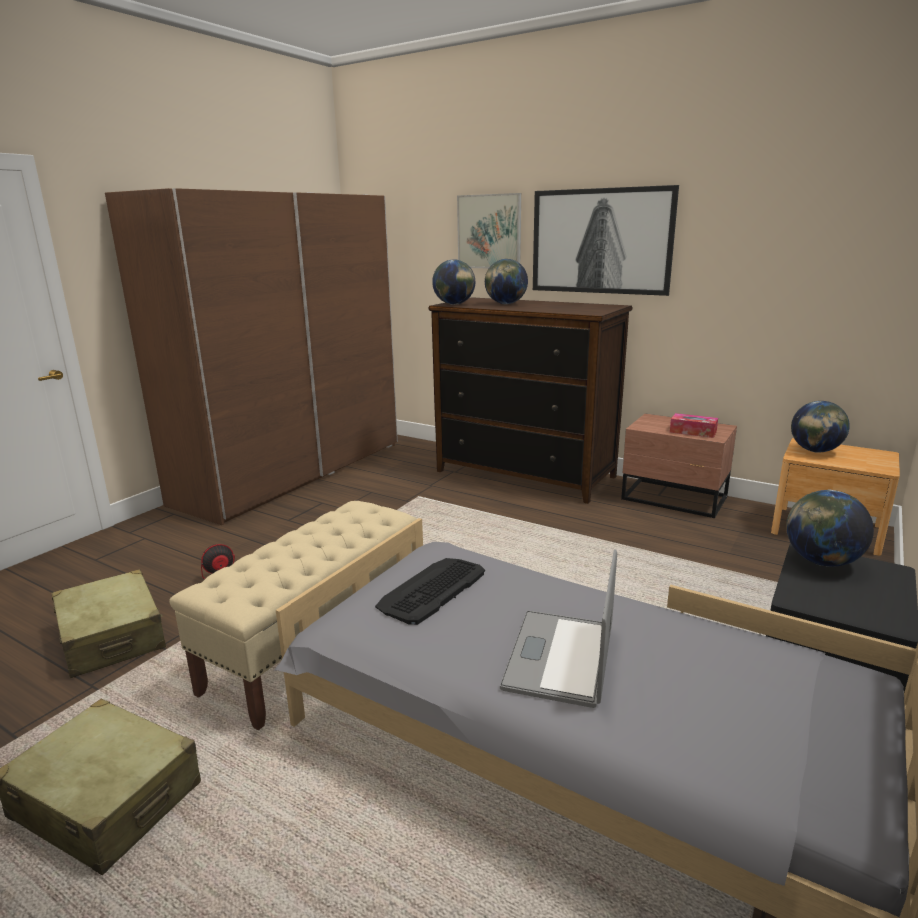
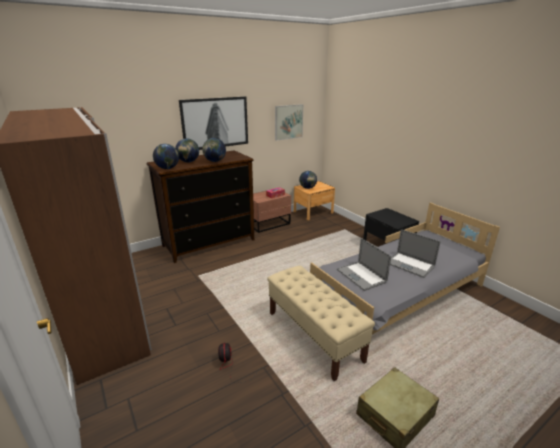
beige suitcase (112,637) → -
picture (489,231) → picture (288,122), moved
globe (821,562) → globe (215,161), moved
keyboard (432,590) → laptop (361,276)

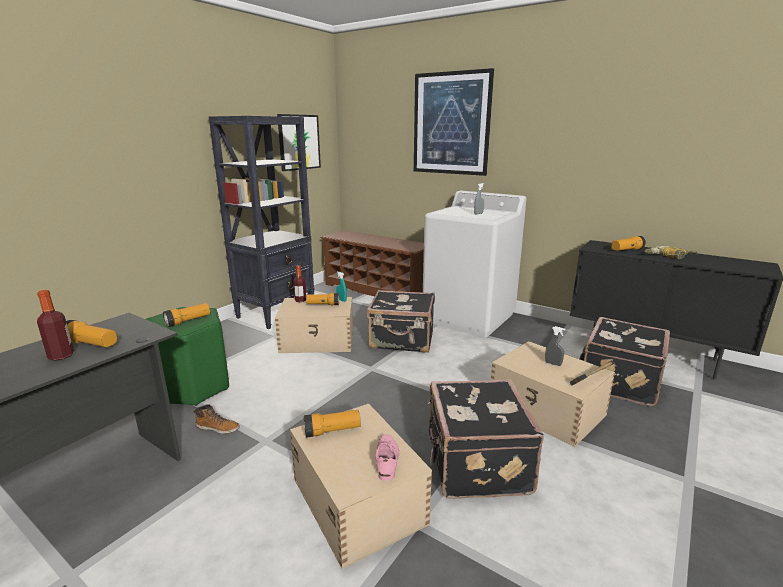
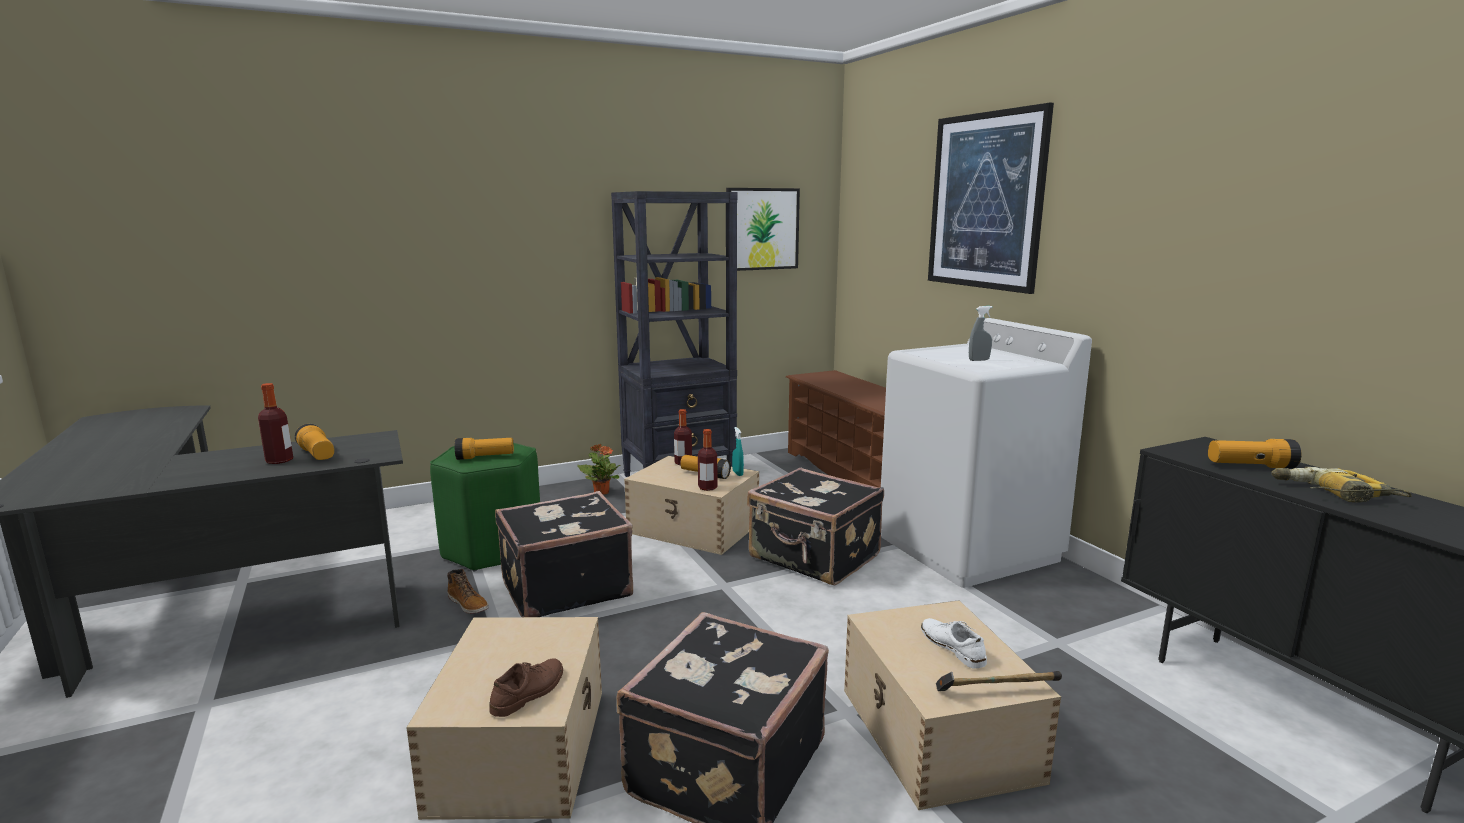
flashlight (332,431) → -
- → potted plant (601,492)
- → bottle (707,487)
black suitcase (618,381) → black suitcase (564,587), moved
grey spray bottle (553,364) → white shoe (952,647)
pink shoe (387,459) → brown shoe (528,692)

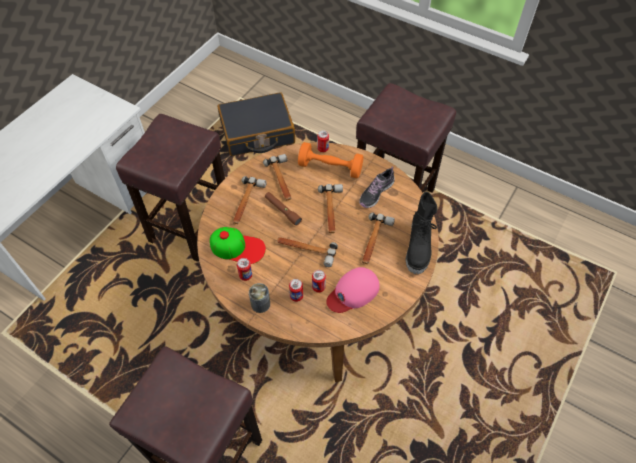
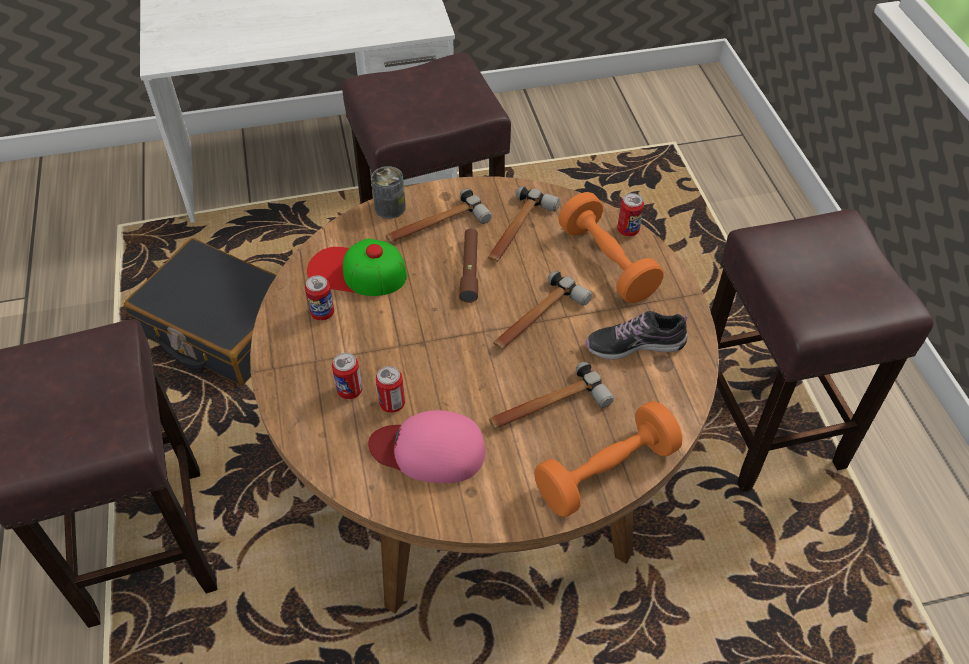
hammer (305,250) → -
black suitcase (257,133) → black suitcase (221,326), moved
can (260,304) → can (390,208), moved
black boot (419,247) → orange dumbbell (606,472)
cap (237,247) → cap (357,272), 135 degrees clockwise

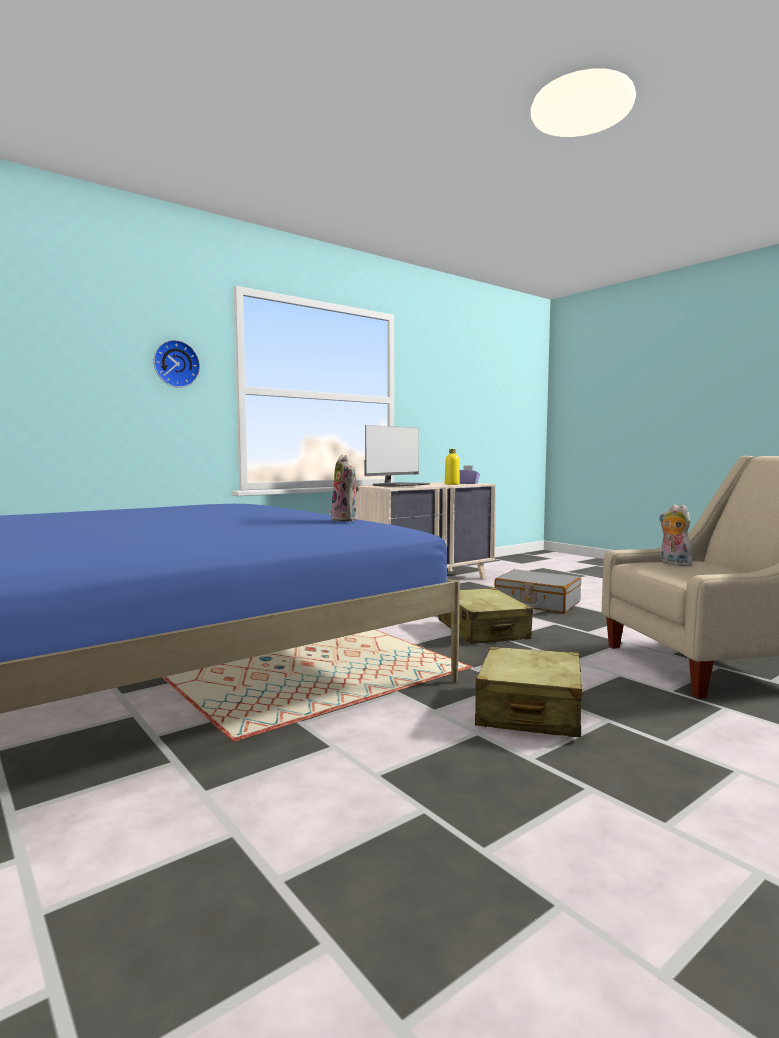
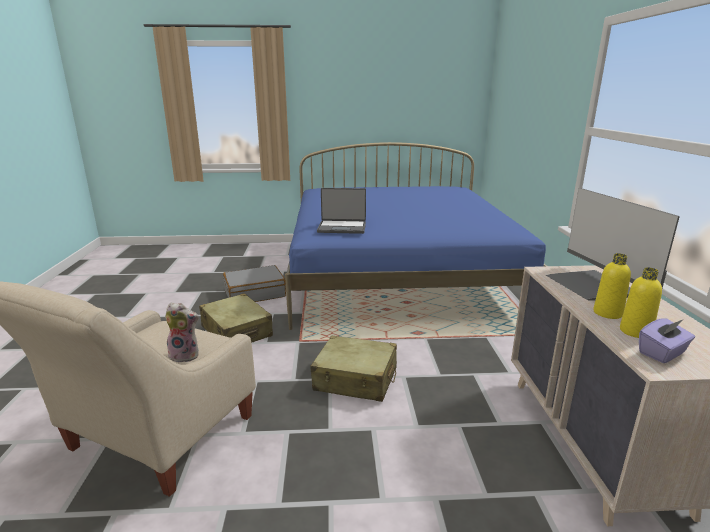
wall clock (175,364) → -
- → yellow bottle (607,313)
grey suitcase (537,603) → grey suitcase (255,293), moved
plush toy (346,520) → laptop (342,228)

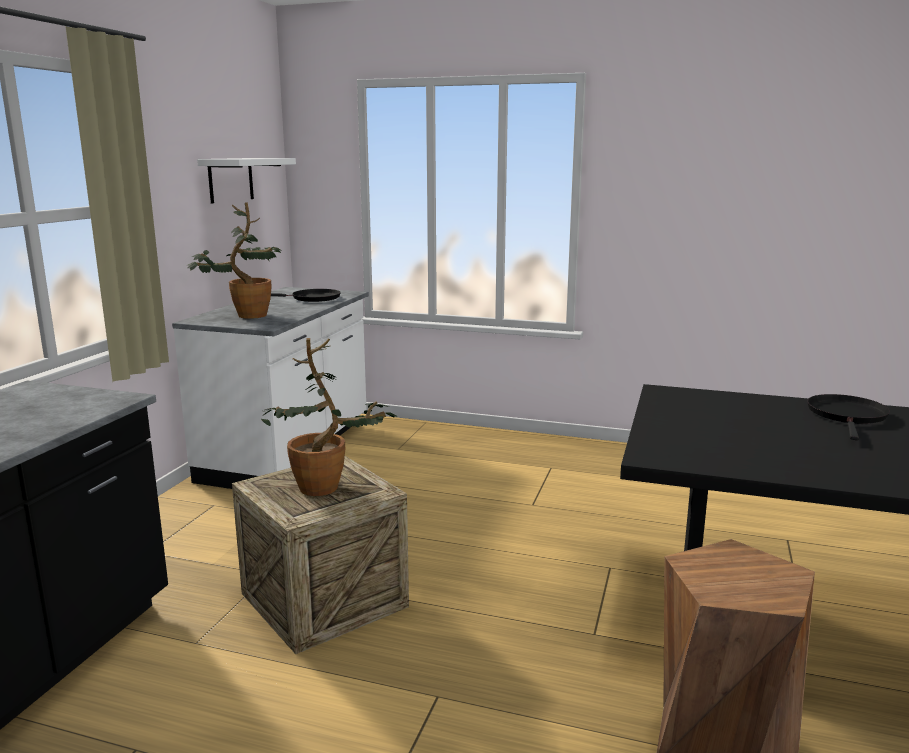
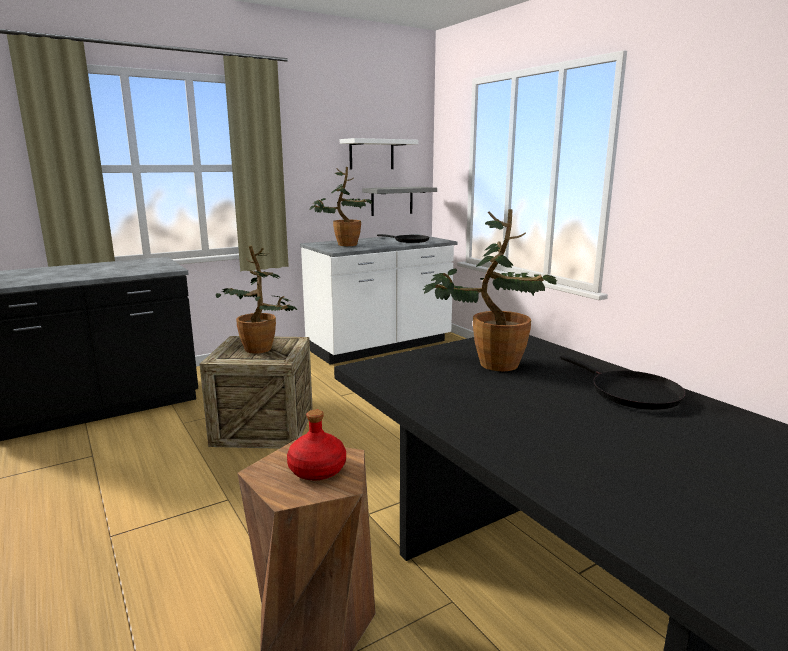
- → red bottle (316,470)
- → grey shelf (392,201)
- → potted plant (489,362)
black frying pan (847,416) → black frying pan (630,393), 90 degrees clockwise

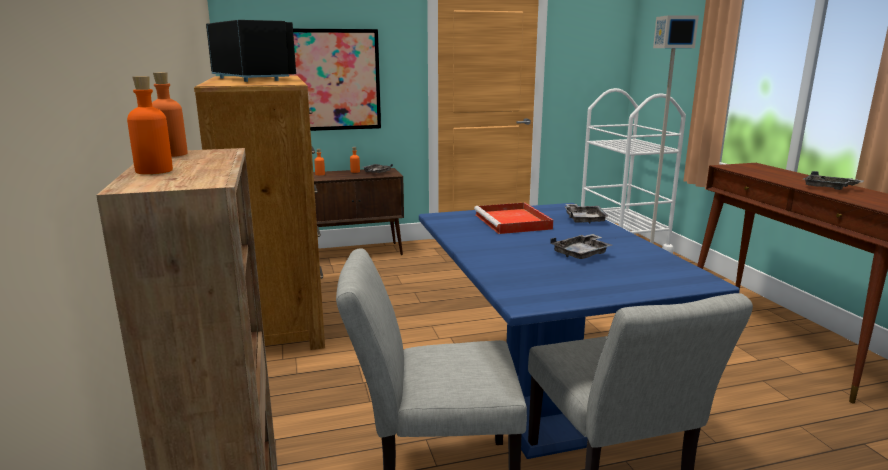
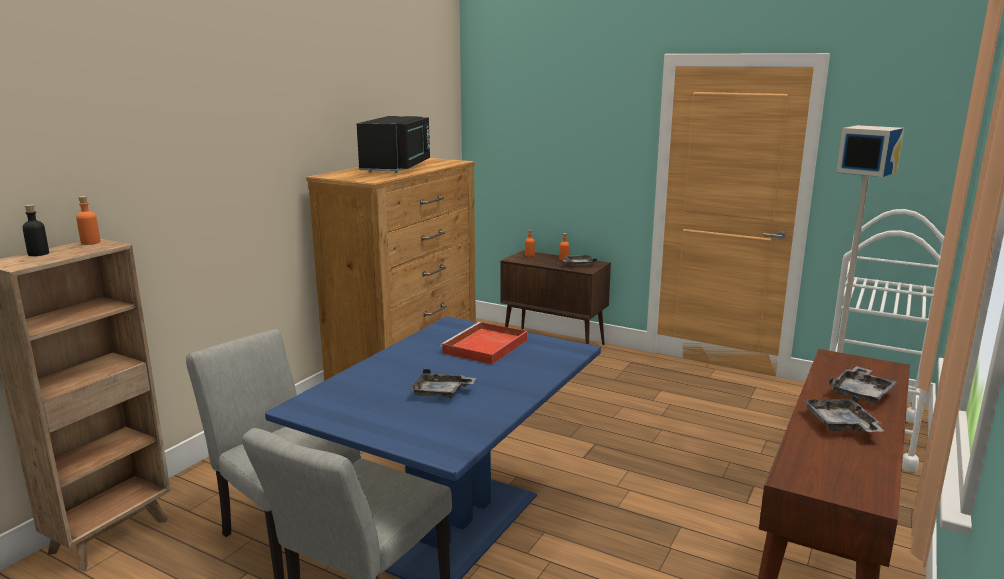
picture (330,80) → -
grey tray (584,219) → grey tray (861,393), moved
orange bottle (154,171) → black bottle (38,254)

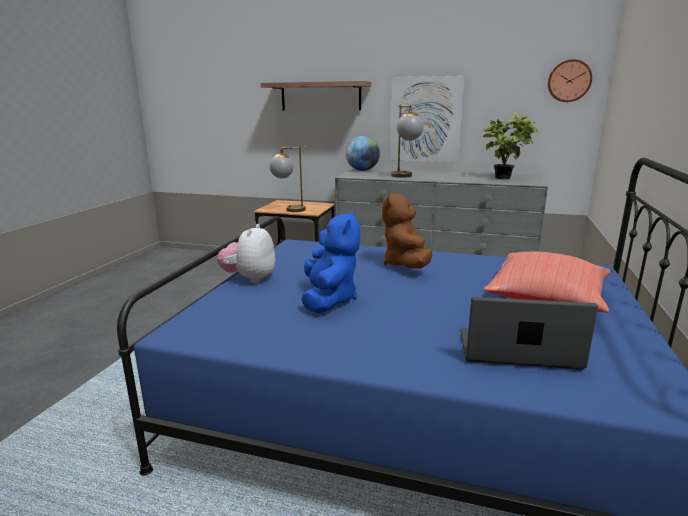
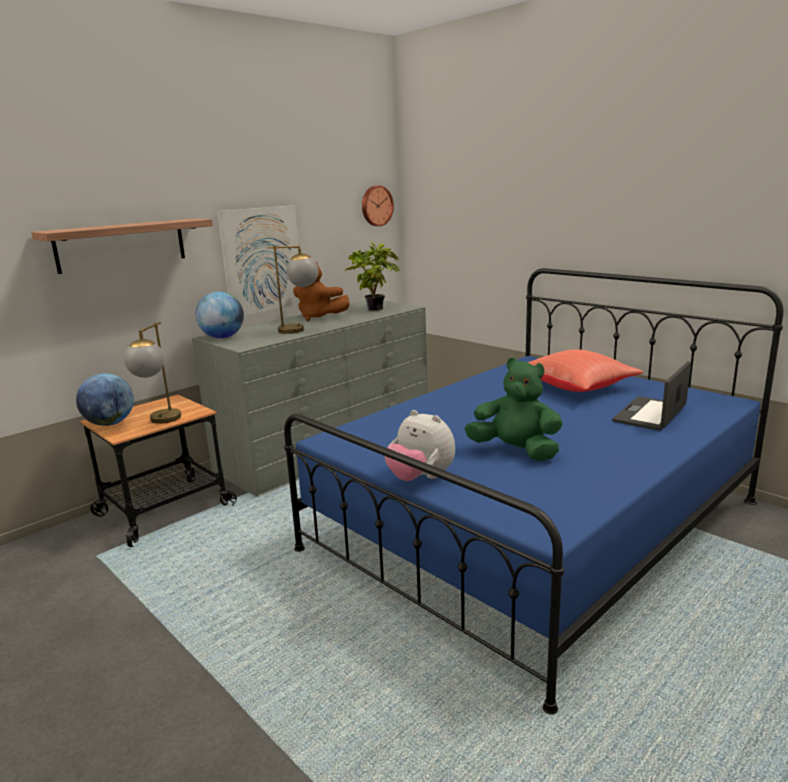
- → globe (110,423)
brown plush toy (406,265) → brown plush toy (318,317), moved
blue plush toy (329,299) → green plush toy (516,451)

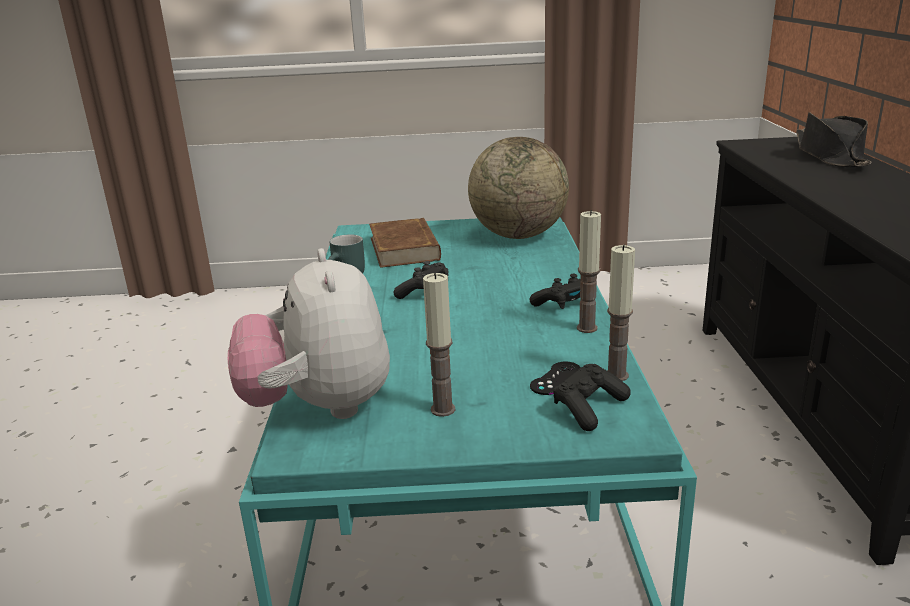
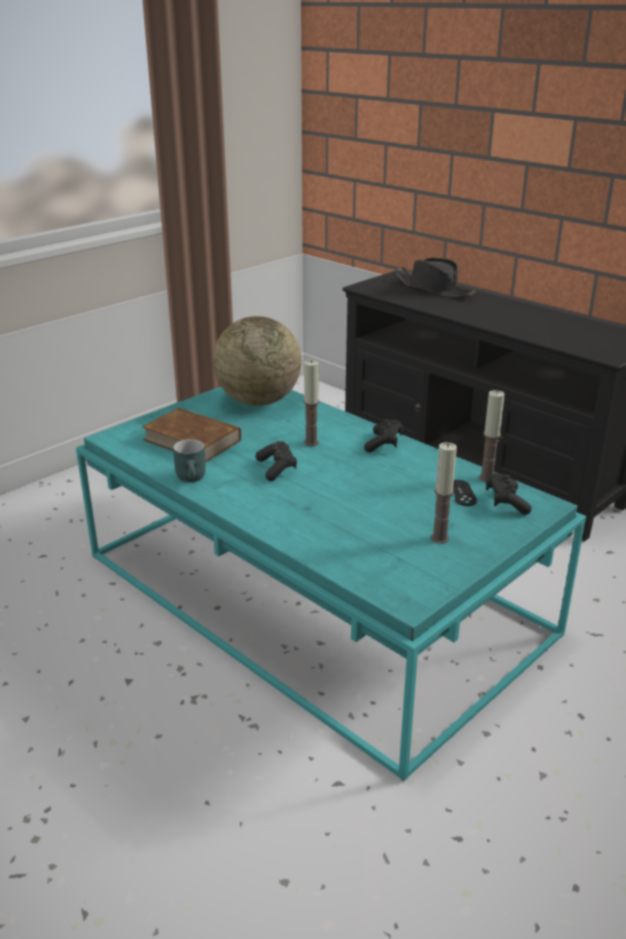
plush toy (320,407) → -
candle (587,328) → candle (311,442), moved

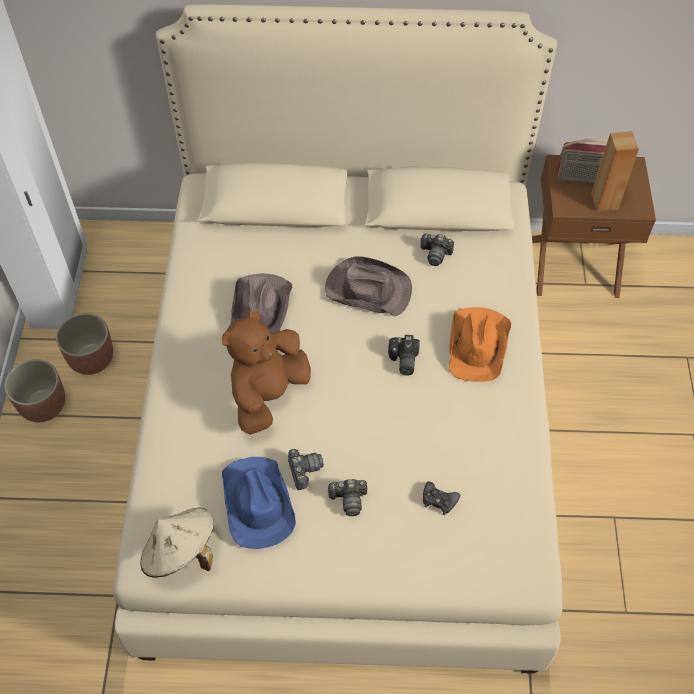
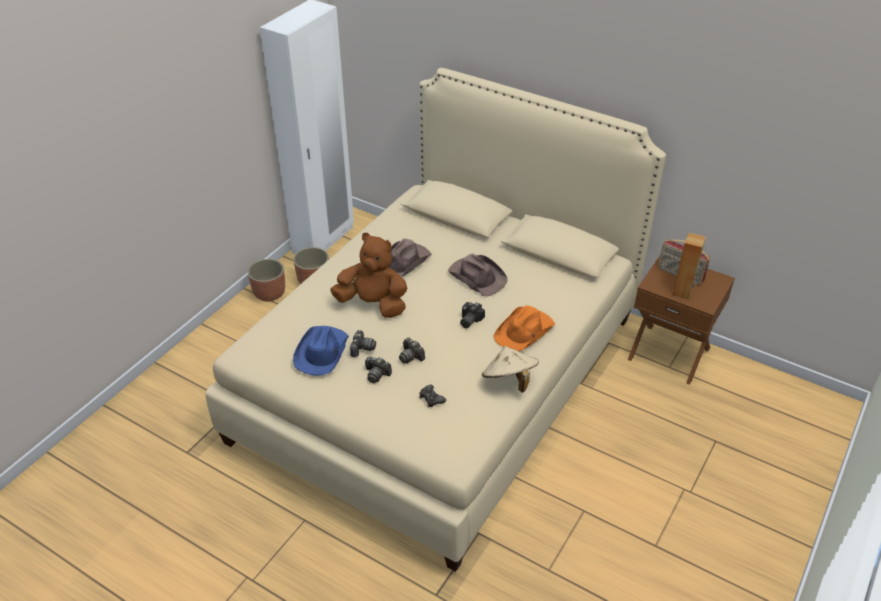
beige hat (181,553) → beige hat (509,381), moved
photo camera (435,254) → photo camera (411,356), moved
brown plush toy (268,394) → brown plush toy (373,304), 45 degrees clockwise

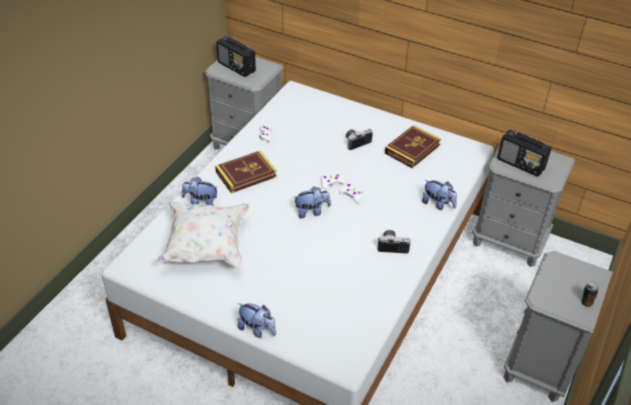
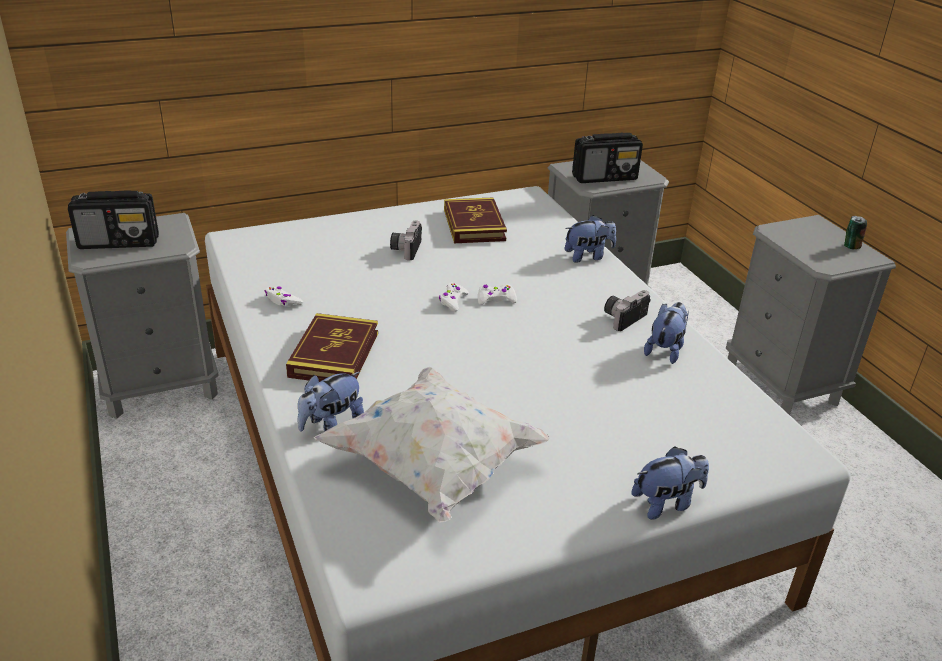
plush toy (311,211) → plush toy (665,350), moved

